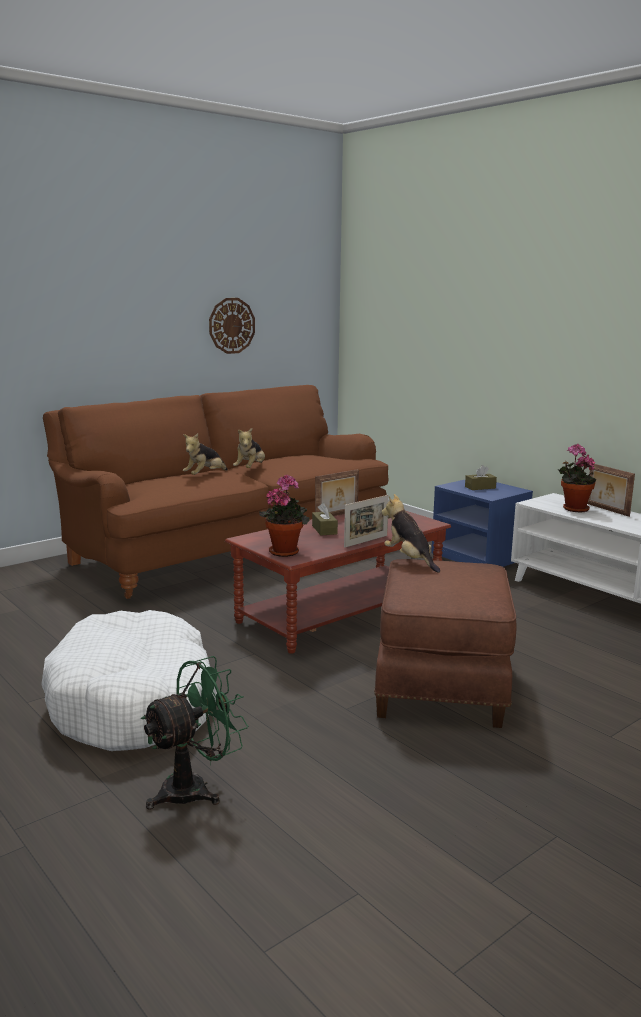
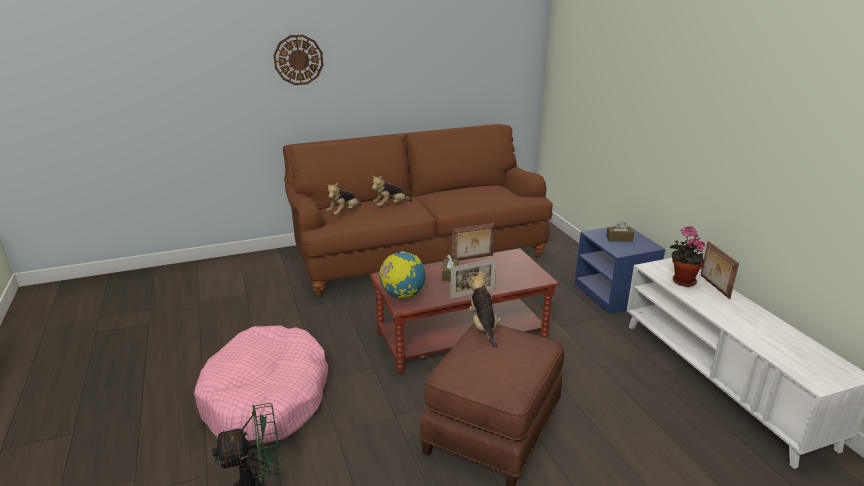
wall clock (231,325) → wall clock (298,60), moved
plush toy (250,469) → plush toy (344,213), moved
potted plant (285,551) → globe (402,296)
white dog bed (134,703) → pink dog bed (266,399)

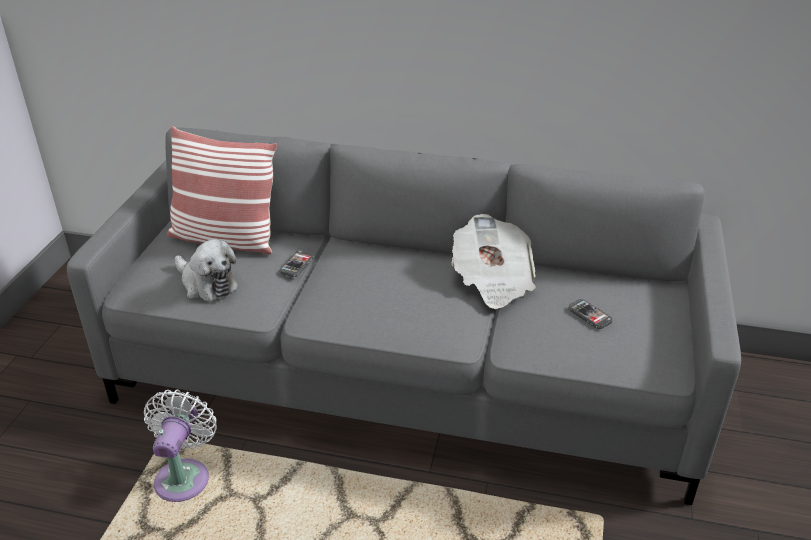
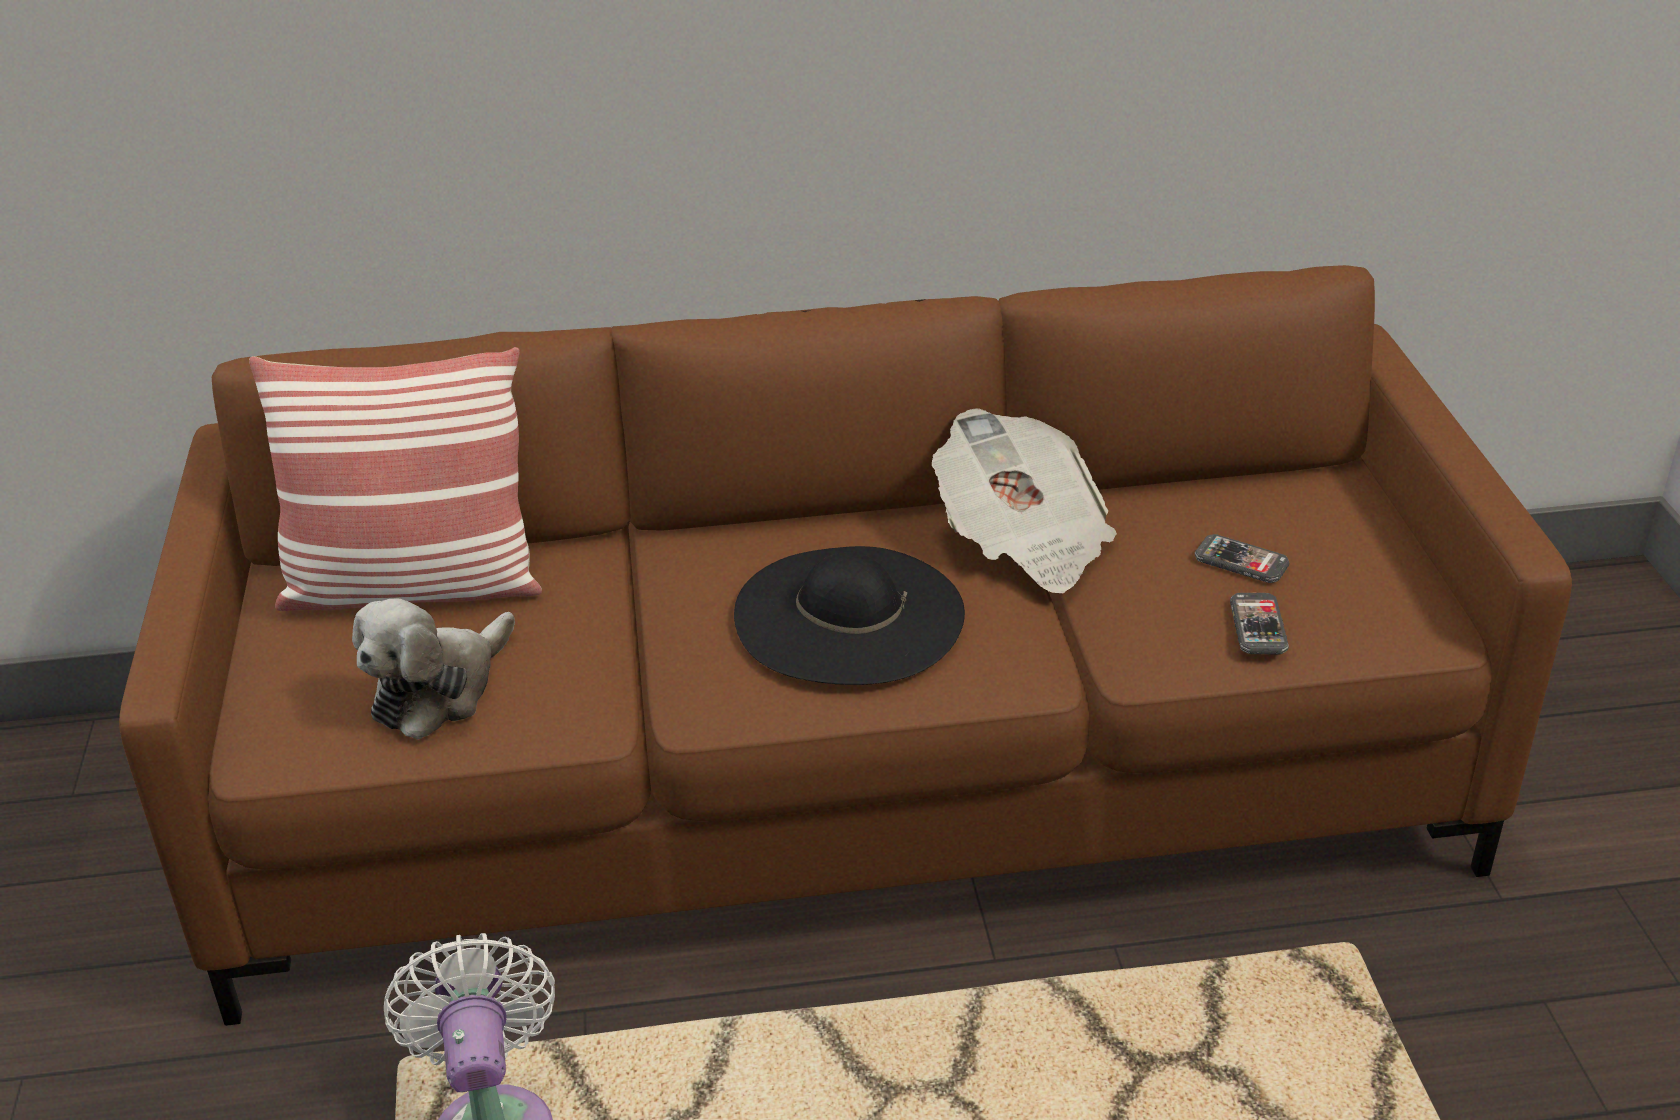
- → black hat (848,615)
phone (297,265) → phone (1258,626), moved
grey sofa (405,377) → brown sofa (846,790)
plush toy (207,284) → plush toy (438,690), 105 degrees clockwise

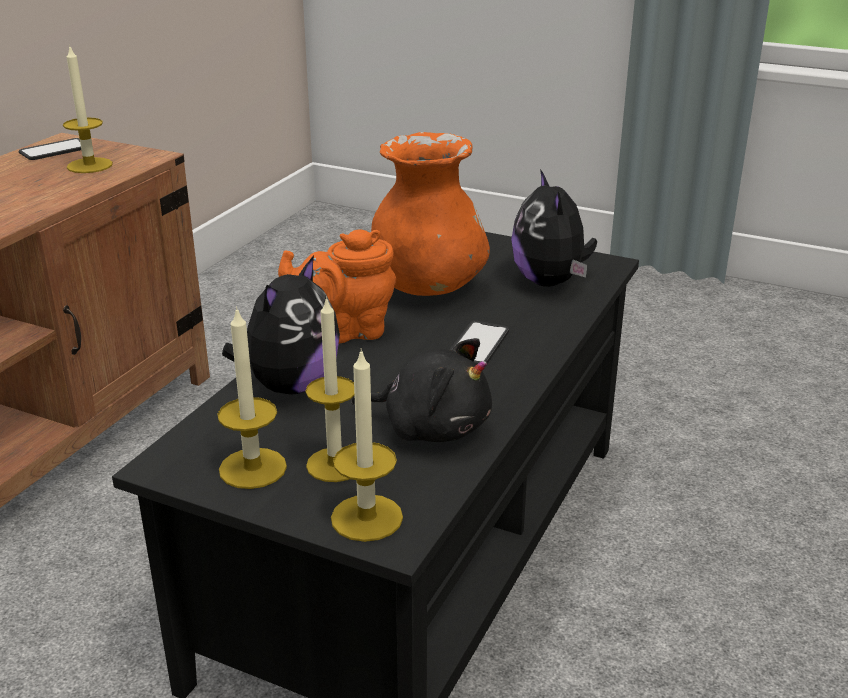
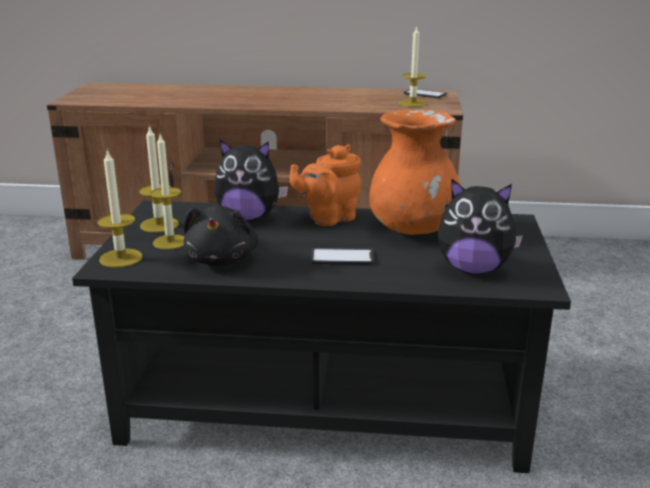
orange teapot (346,330) → orange teapot (328,218), 90 degrees counterclockwise
plush toy (550,282) → plush toy (473,269), 135 degrees counterclockwise

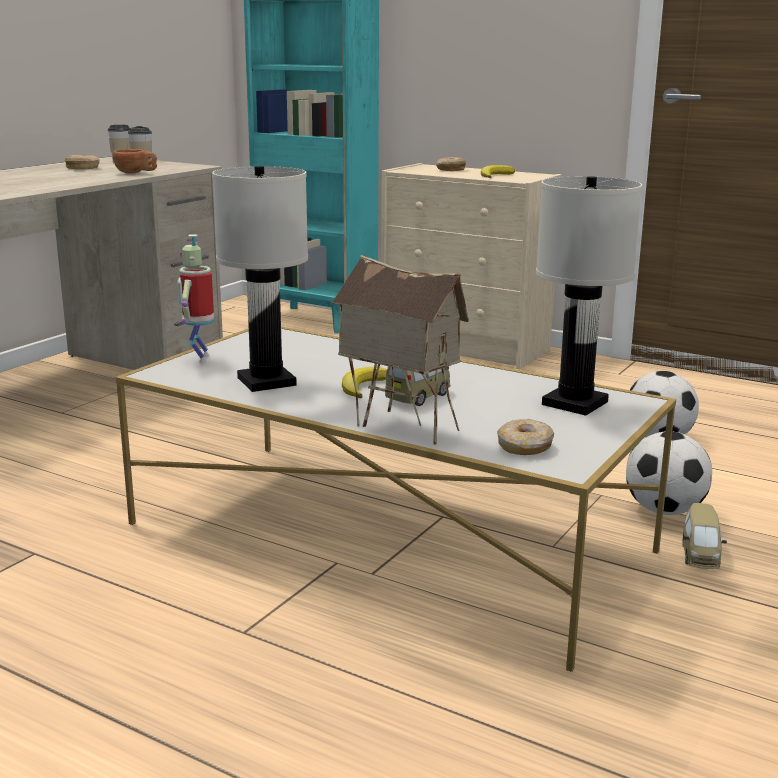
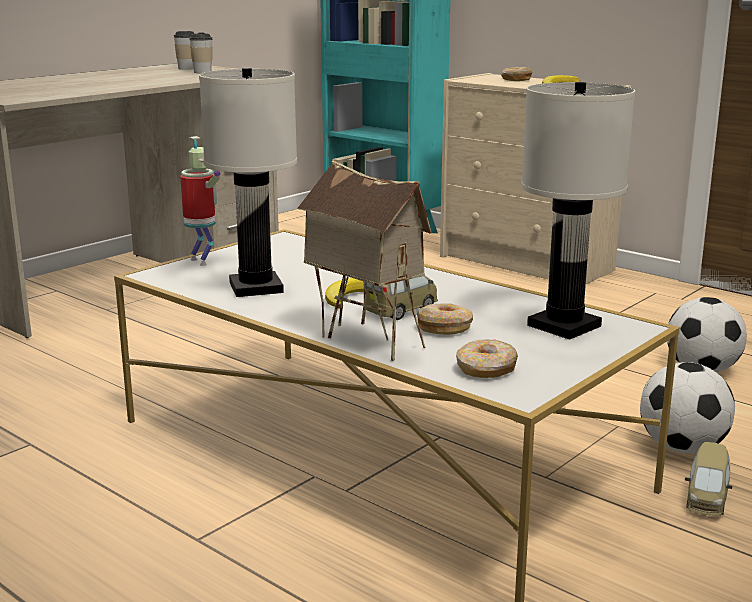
brown cup (136,173) → -
donut (83,168) → donut (444,327), moved
toy robot (199,358) → toy robot (203,261), 135 degrees clockwise

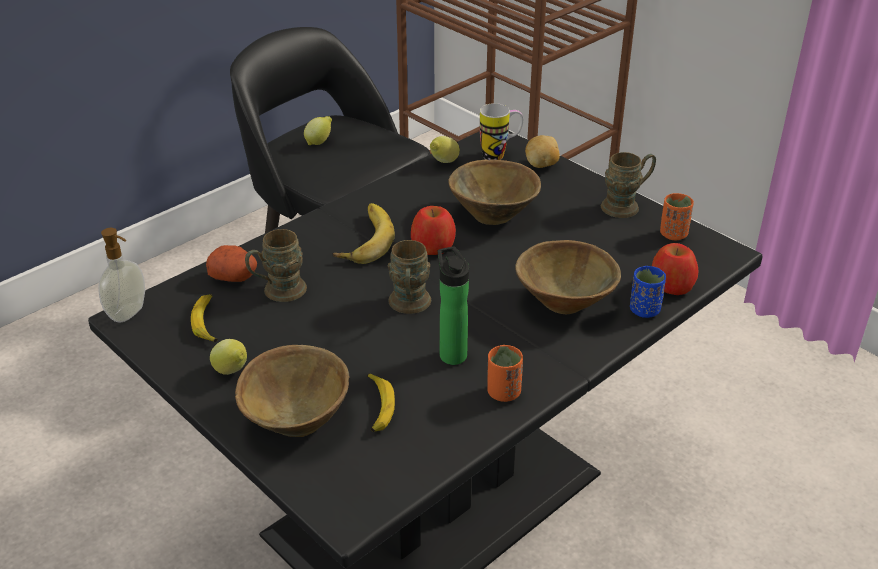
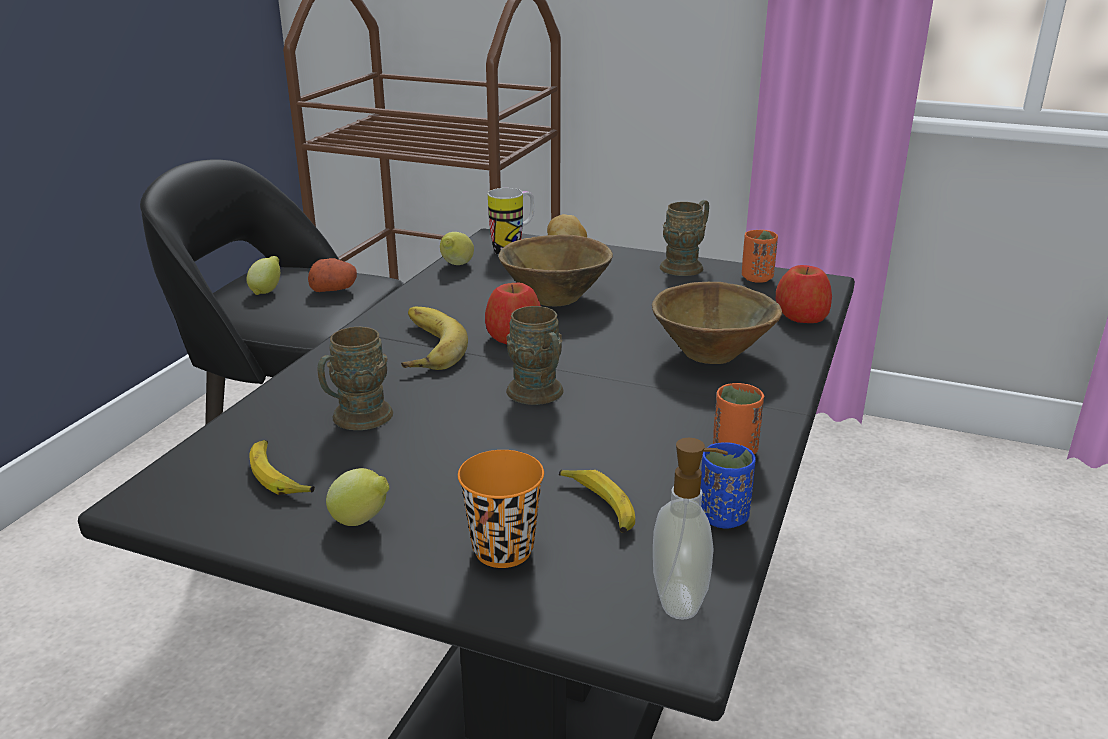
bottle (451,353) → -
soap dispenser (129,313) → soap dispenser (681,599), moved
potato (234,276) → potato (334,289), moved
blue cup (644,310) → blue cup (723,517), moved
brown bowl (297,418) → orange cup (503,550)

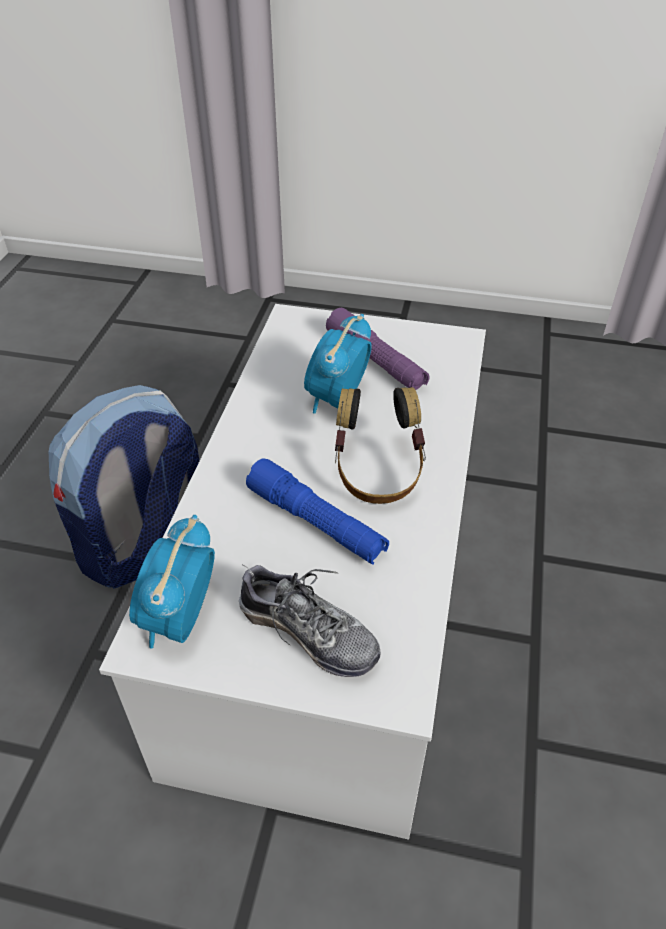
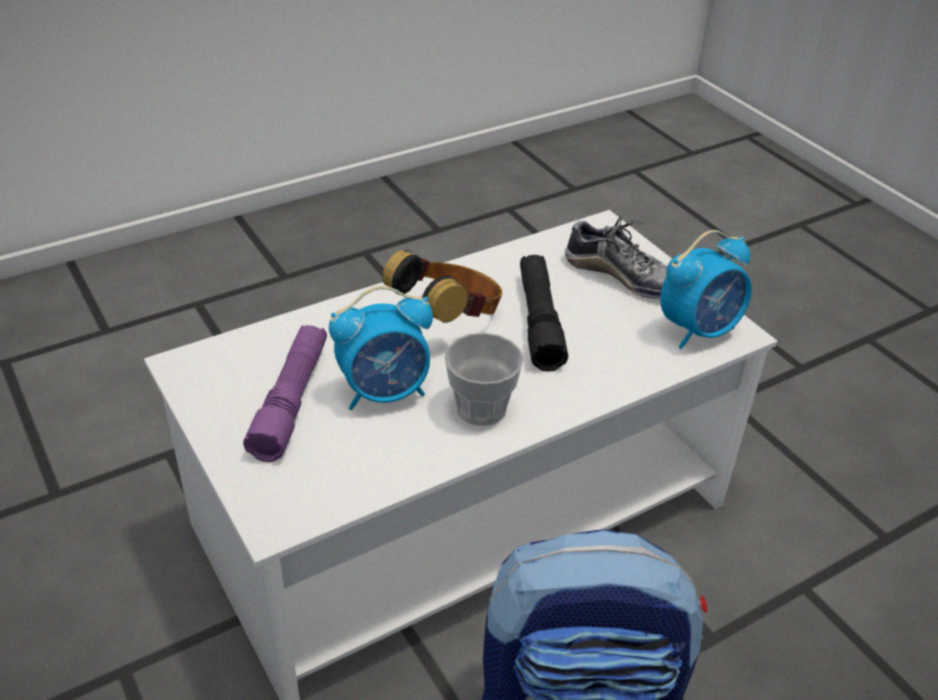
- → cup (481,408)
blue flashlight (316,522) → black flashlight (539,321)
shoe (308,632) → shoe (622,276), 135 degrees clockwise

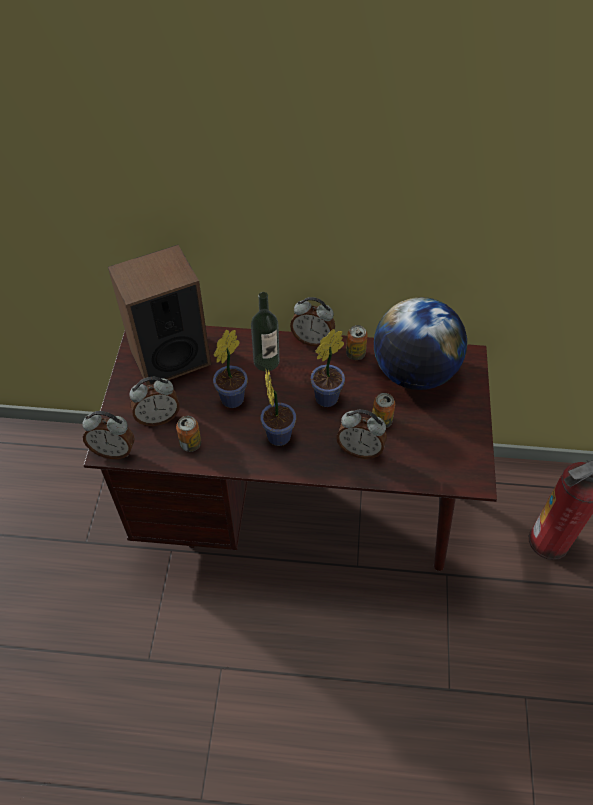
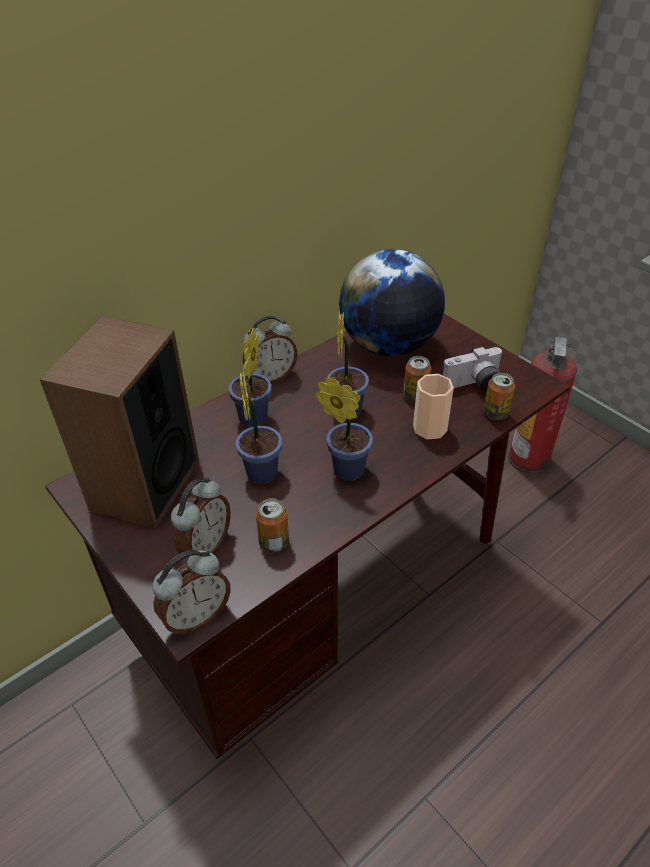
- → photo camera (474,385)
can (355,354) → can (495,413), moved
bottle (266,361) → potted plant (252,421)
alarm clock (360,450) → cup (430,428)

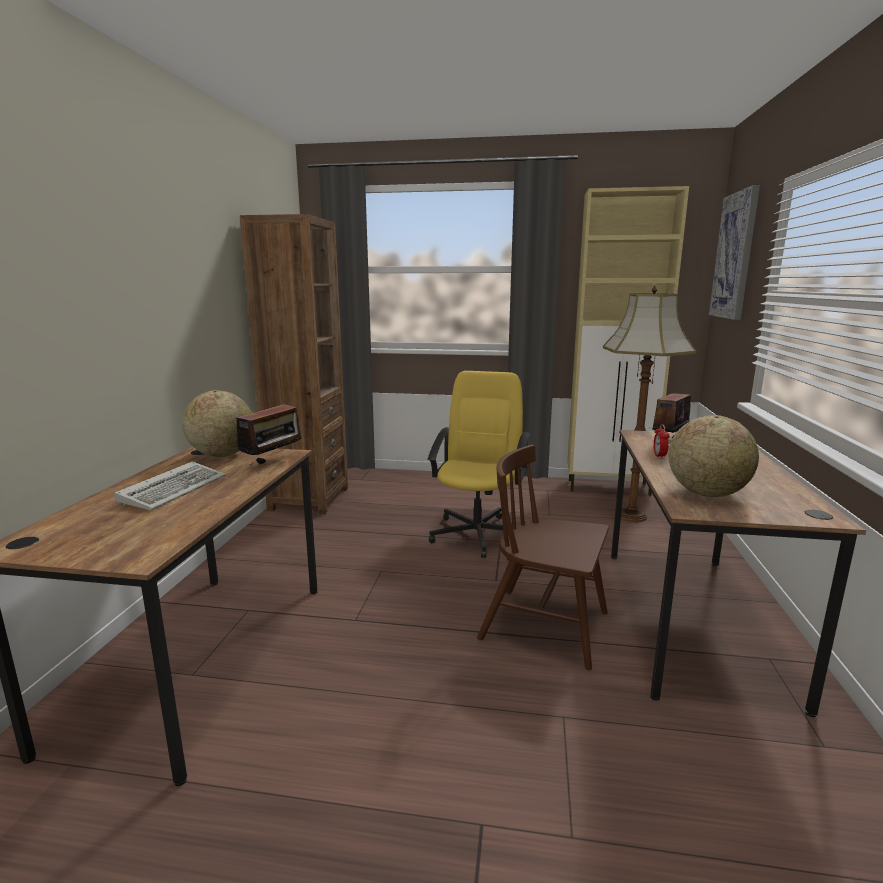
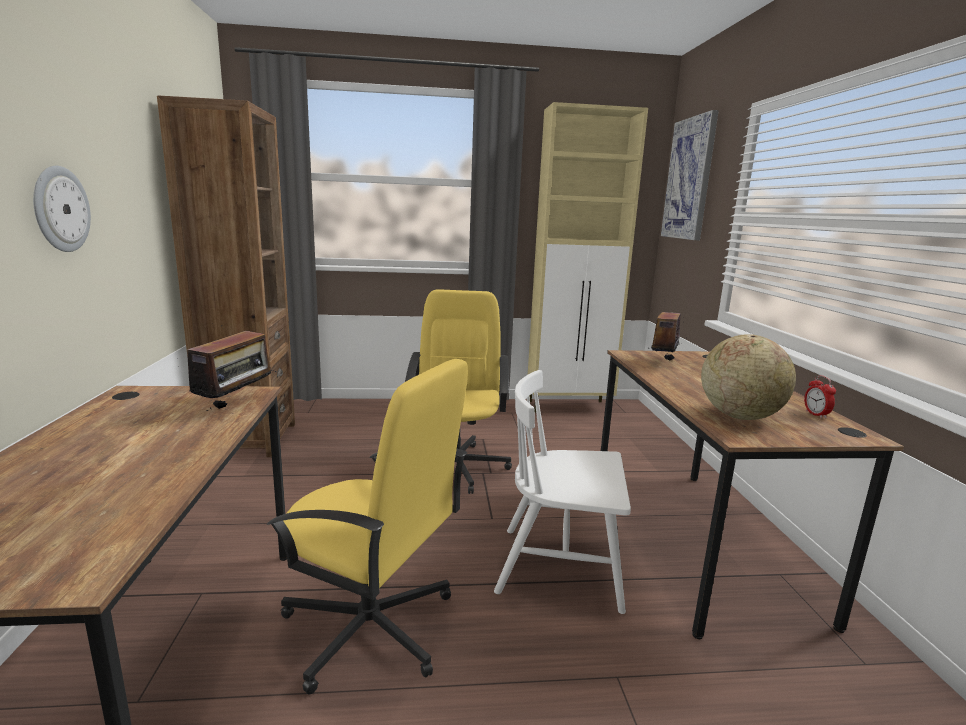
keyboard (175,489) → -
globe (222,455) → -
floor lamp (630,516) → -
- → wall clock (60,209)
- → yellow office chair (371,627)
alarm clock (659,456) → alarm clock (816,414), moved
brown chair (545,626) → white chair (561,567)

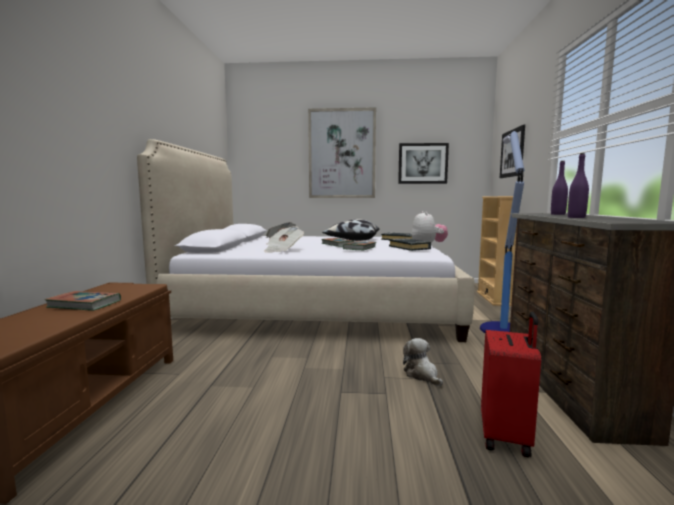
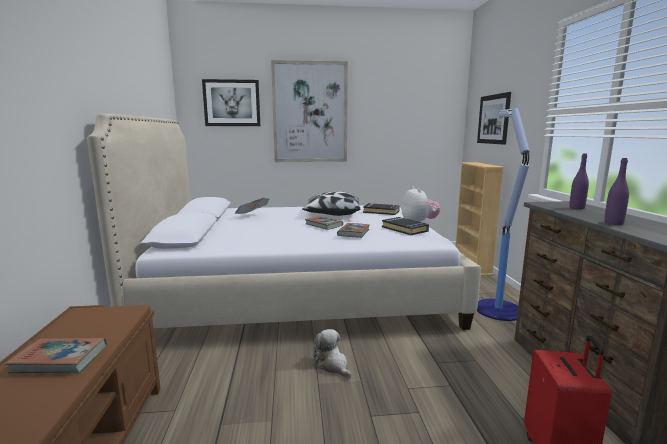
newspaper (283,250) → -
picture (423,163) → picture (232,103), moved
plush toy (422,375) → plush toy (332,365), moved

